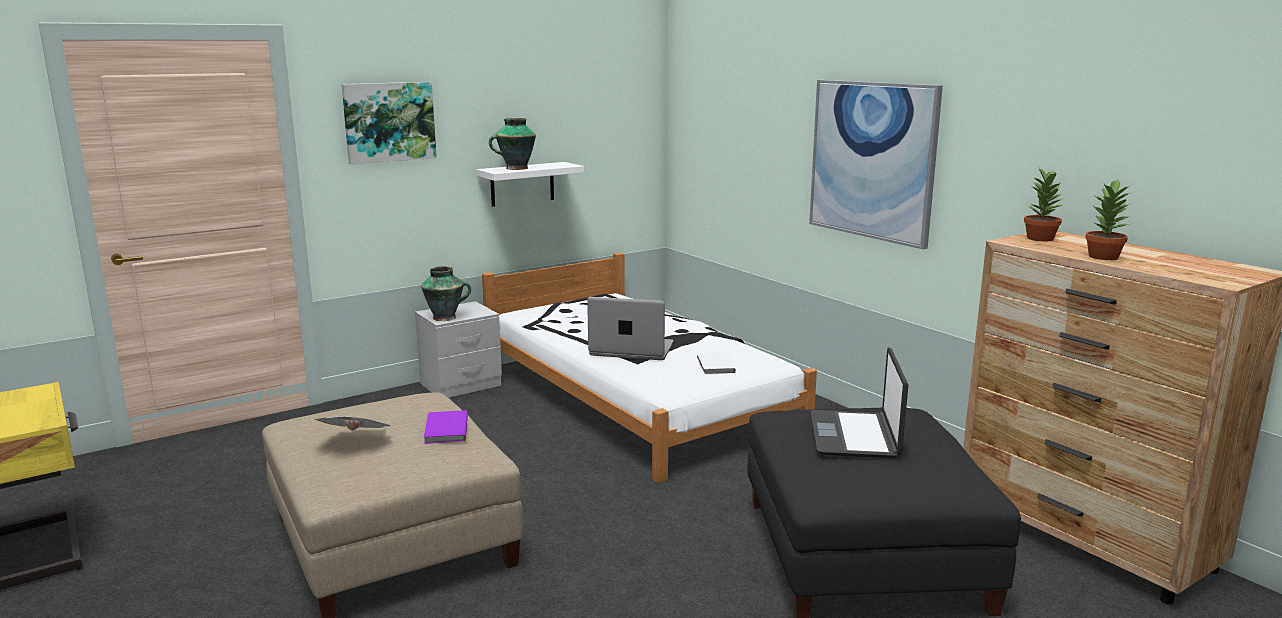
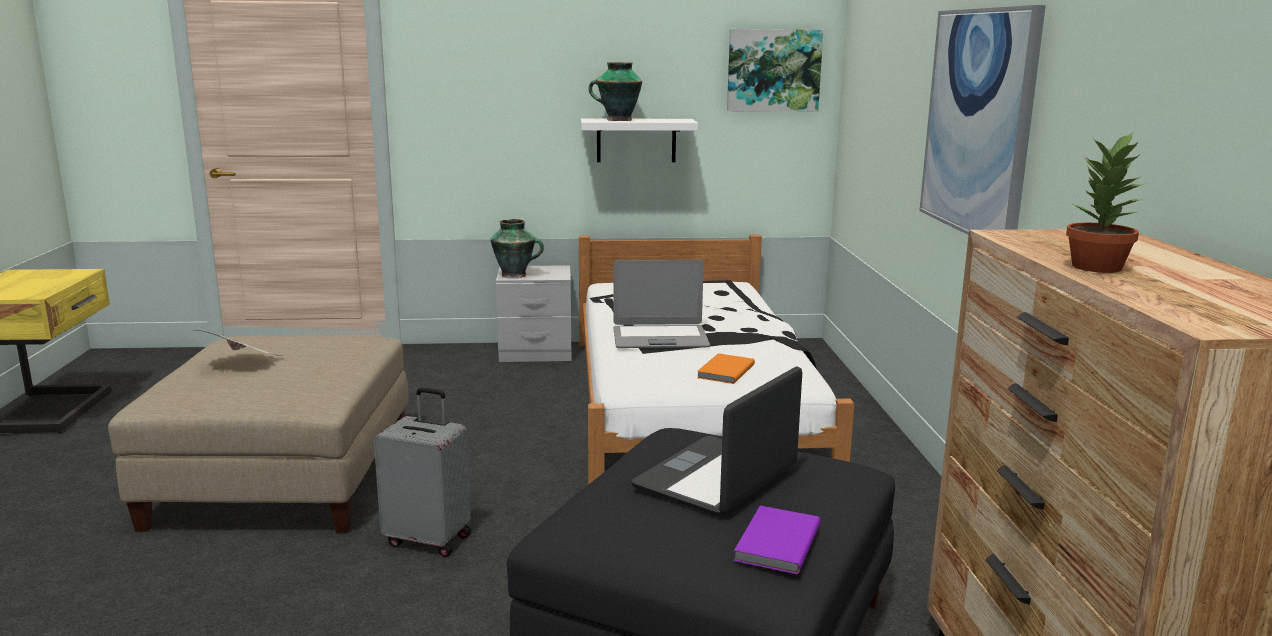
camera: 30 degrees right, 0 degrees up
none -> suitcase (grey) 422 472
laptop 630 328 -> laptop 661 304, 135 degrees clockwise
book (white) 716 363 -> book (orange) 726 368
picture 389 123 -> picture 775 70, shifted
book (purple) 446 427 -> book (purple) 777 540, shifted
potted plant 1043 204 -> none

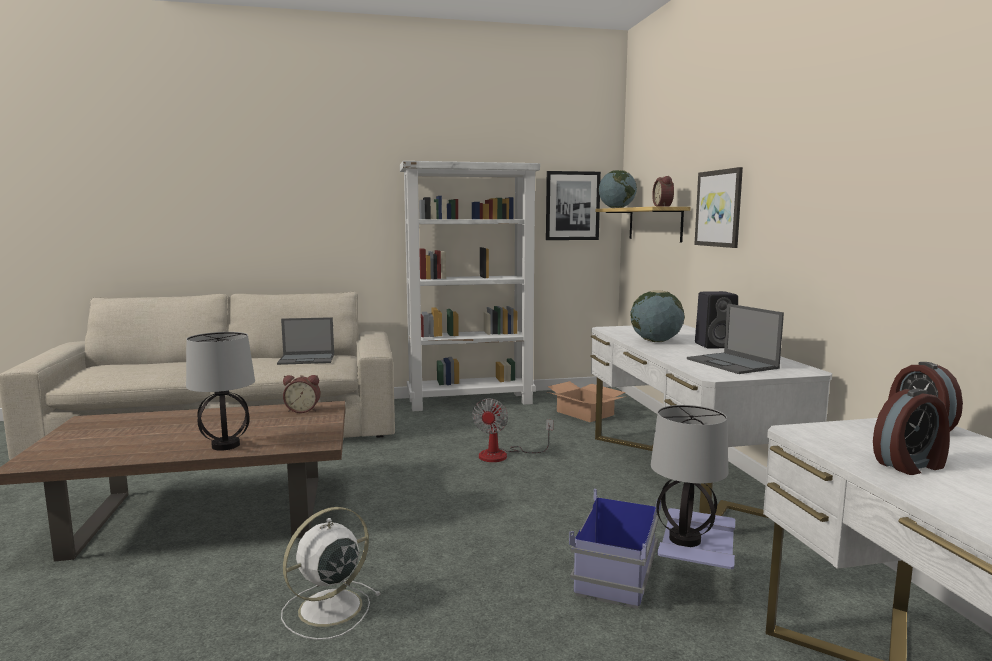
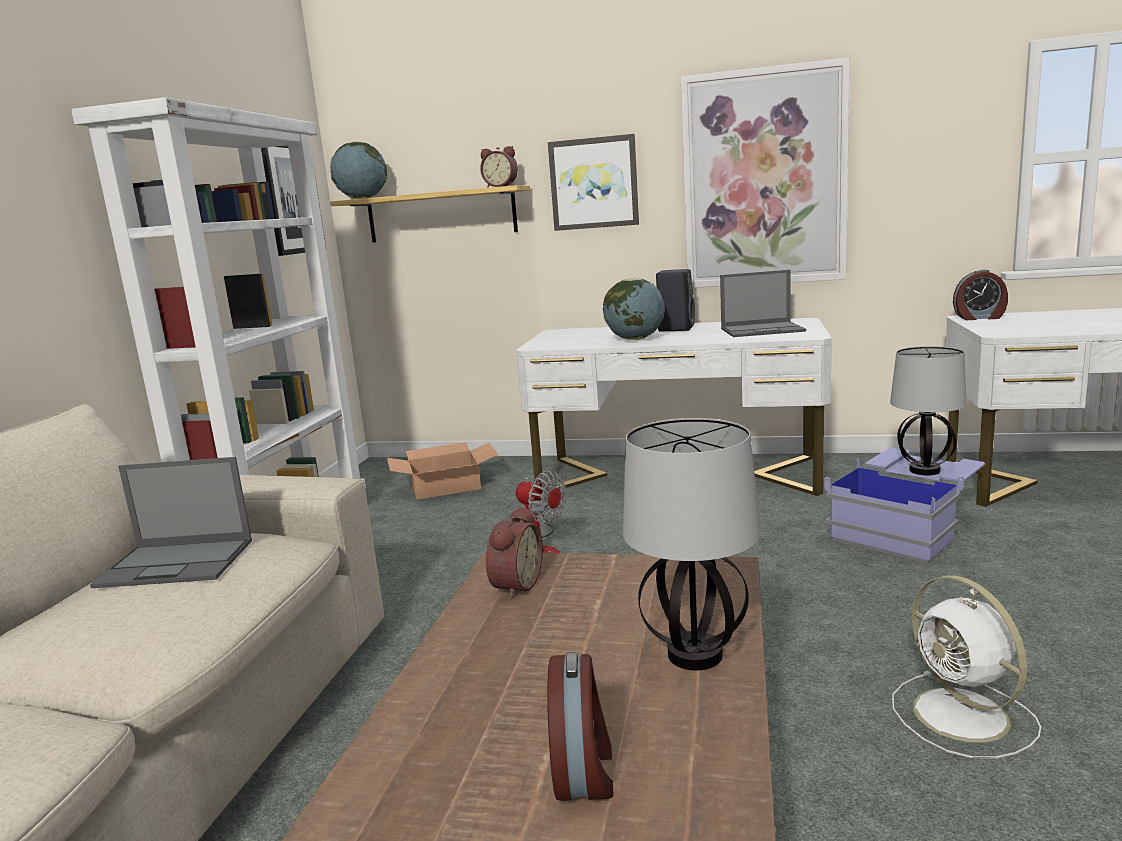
camera: 65 degrees left, 5 degrees up
laptop 305 341 -> laptop 171 522, 75 degrees clockwise
alarm clock 911 432 -> alarm clock 580 726, shifted
none -> picture 765 172

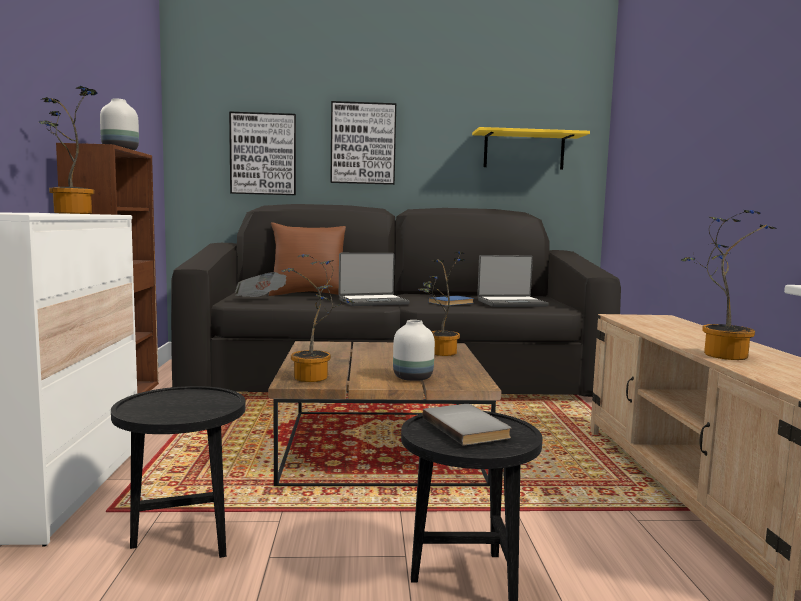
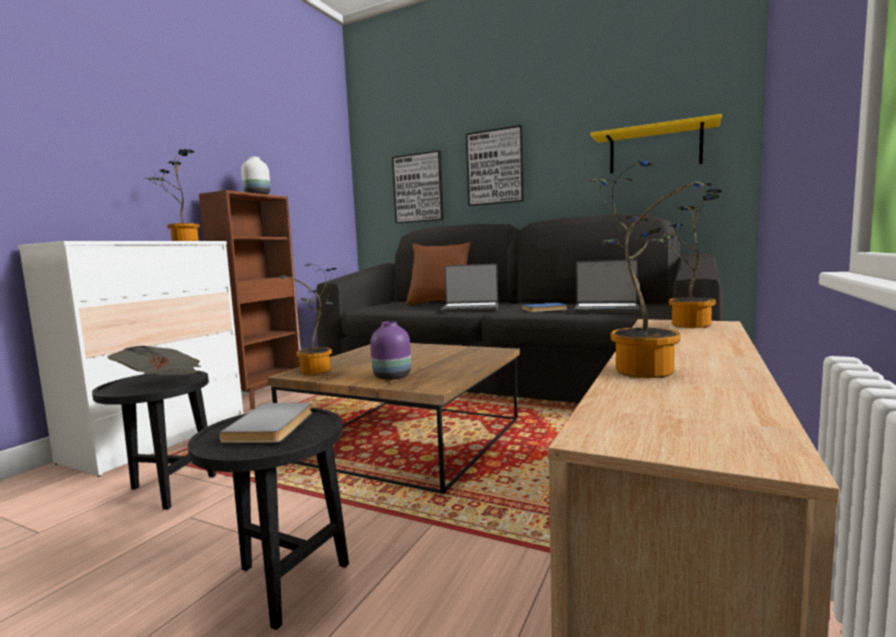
camera: 30 degrees right, 0 degrees up
newspaper 261 284 -> newspaper 155 360, shifted
vase (white) 414 350 -> vase (purple) 390 350
potted plant 441 304 -> potted plant 686 258, shifted

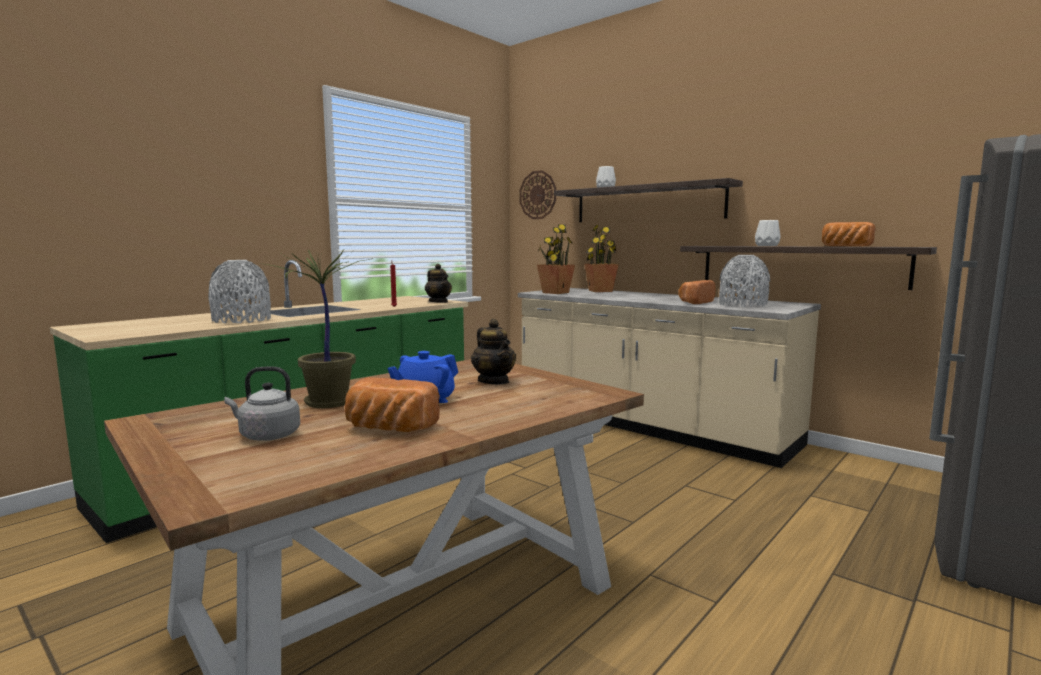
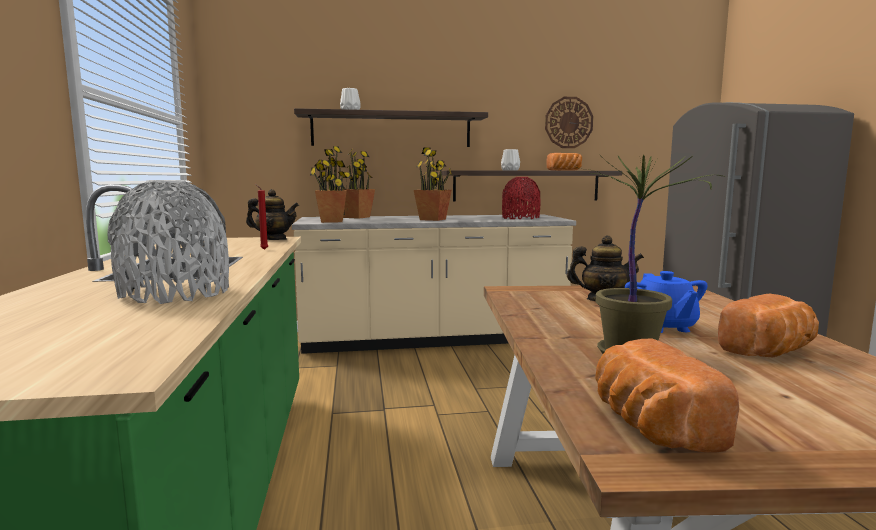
camera: 50 degrees left, 0 degrees up
none -> potted plant 433 184
vase (grey) 744 281 -> vase (red) 521 198
wall clock 538 194 -> wall clock 569 122, shifted
bread 697 292 -> bread 667 395, shifted
kettle (grey) 262 403 -> none

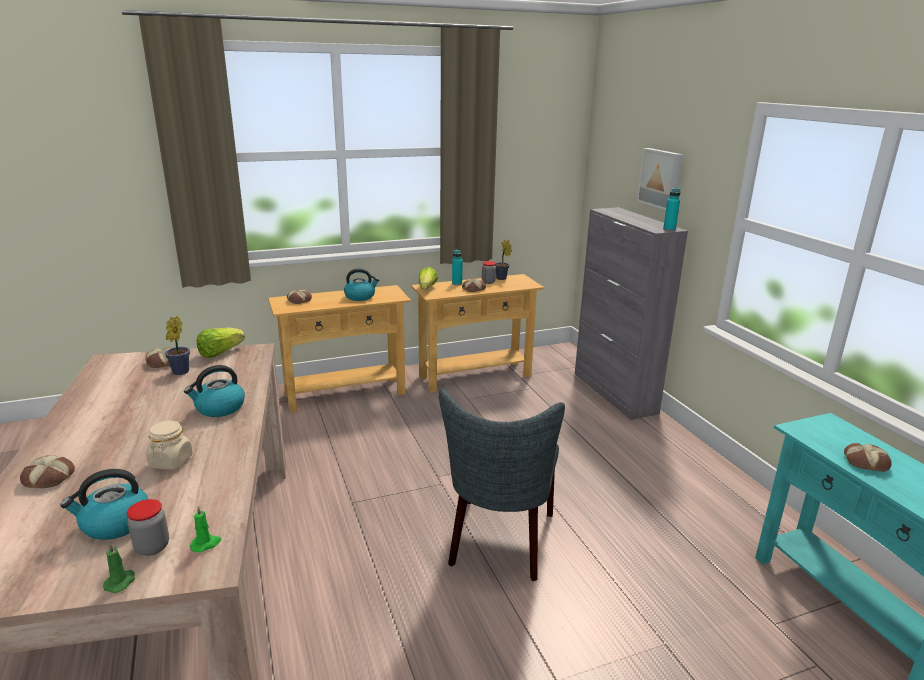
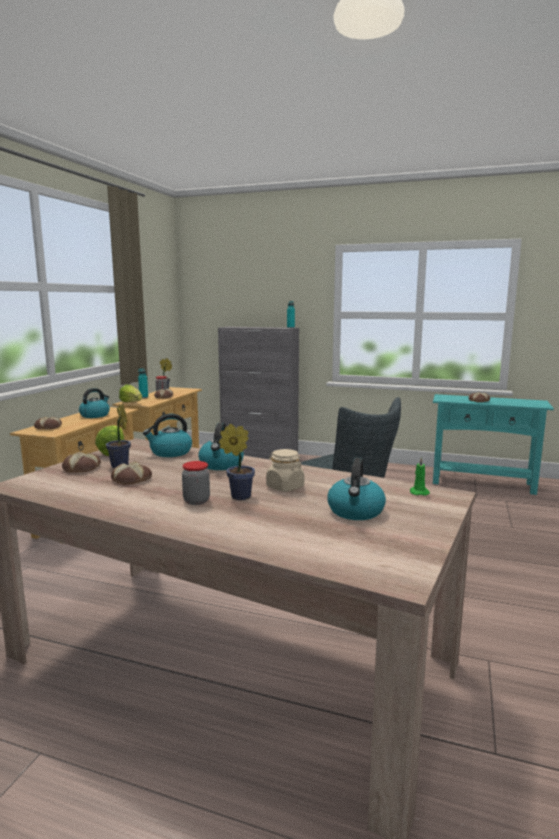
camera: 50 degrees left, 10 degrees down
bread 47 471 -> bread 131 473, shifted
none -> kettle 167 435
jar 148 527 -> jar 196 483, shifted
none -> potted plant 237 462
candle (green) 119 567 -> none
picture 660 179 -> none

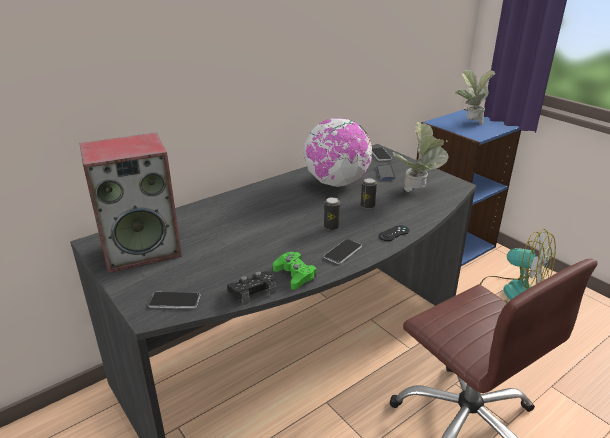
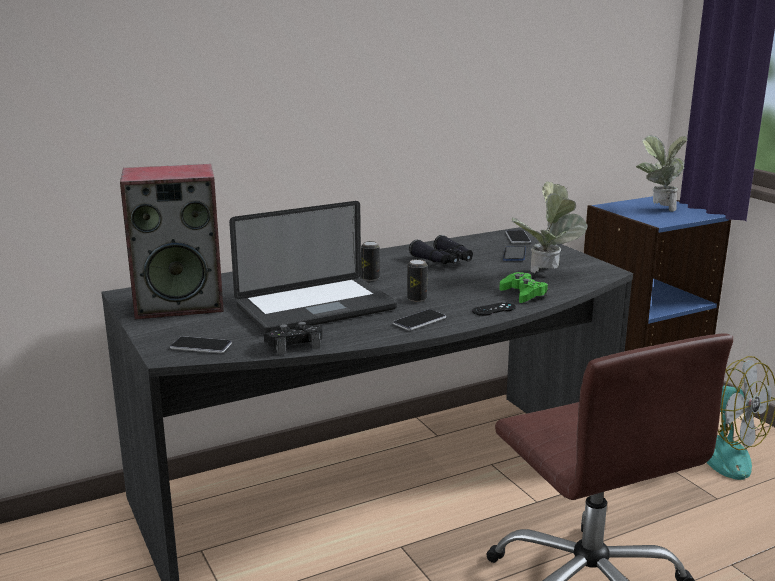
camera: 10 degrees right, 10 degrees down
none -> laptop 313 267
can 369 193 -> can 370 261, shifted
globe 338 152 -> binoculars (black) 441 249
game controller (green) 295 271 -> game controller (green) 523 287, shifted

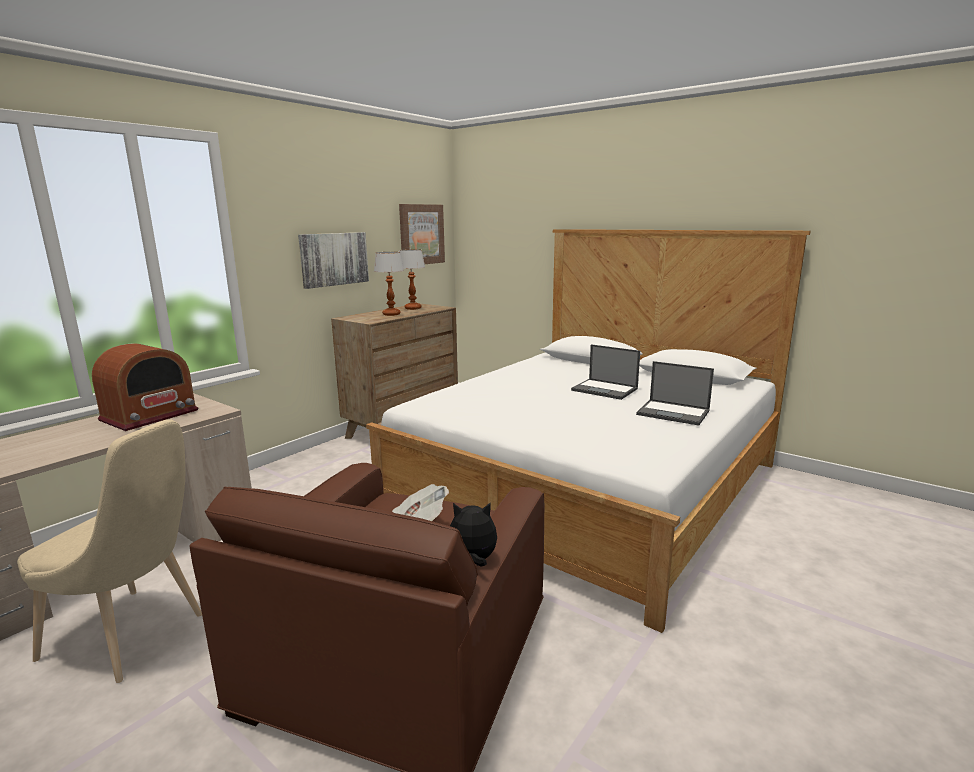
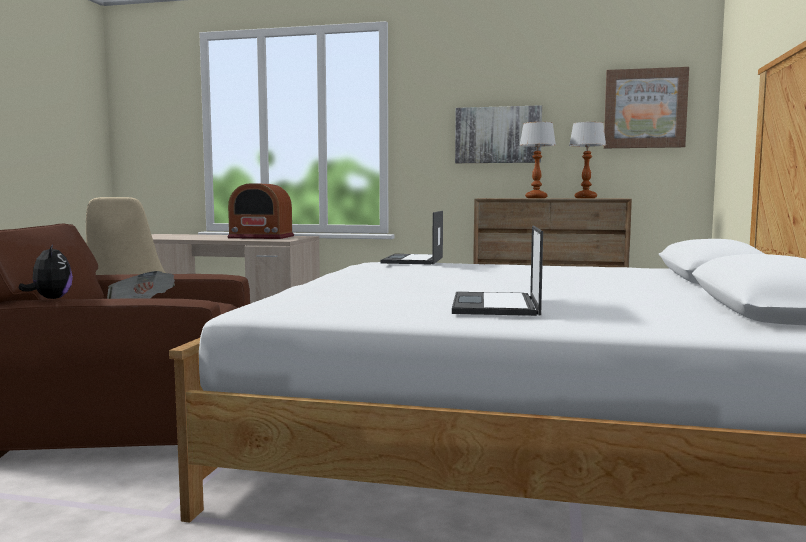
camera: 65 degrees right, 10 degrees down
laptop 605 372 -> laptop 412 238, shifted

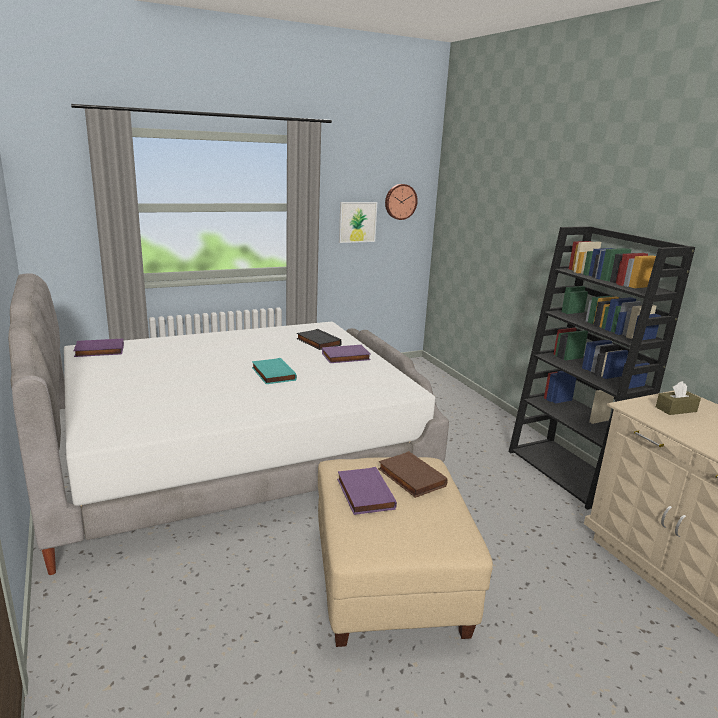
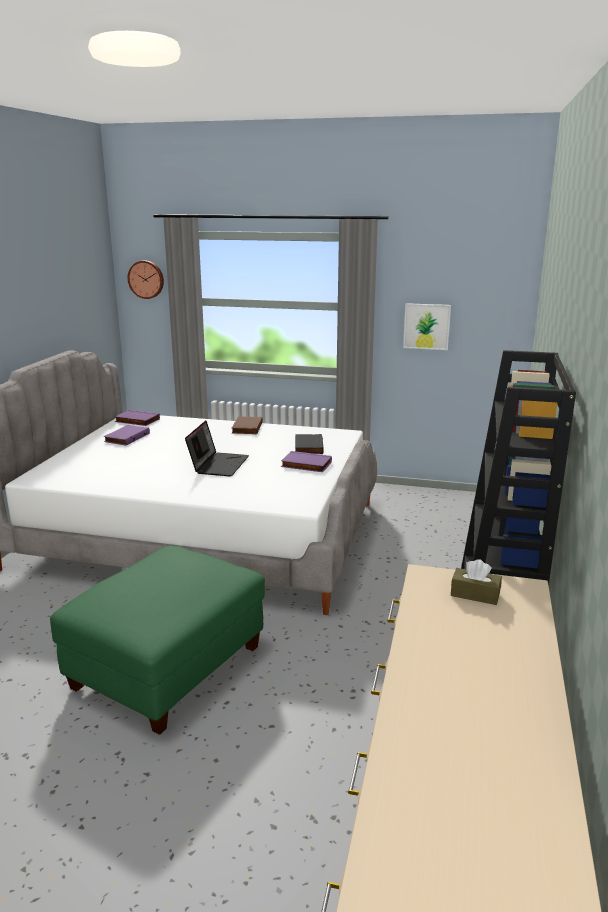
camera: 40 degrees right, 0 degrees up
ottoman (beige) 405 552 -> ottoman (green) 157 640
book (purple) 367 491 -> book (purple) 127 435, shifted
wall clock 401 202 -> wall clock 146 280, shifted
book (turquoise) 274 371 -> laptop 217 449
book (brown) 413 474 -> book (brown) 247 425, shifted

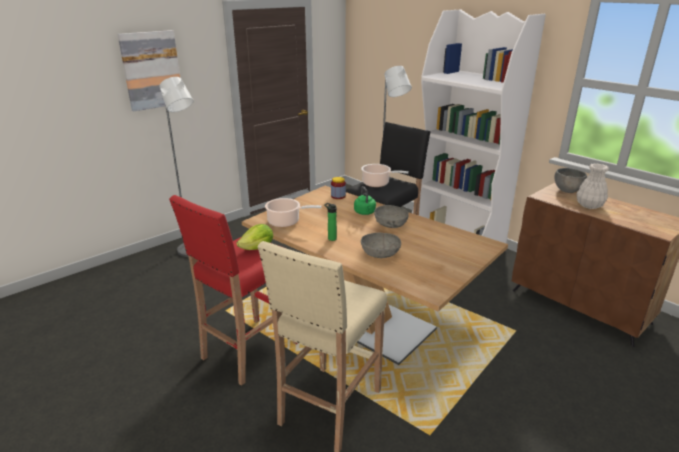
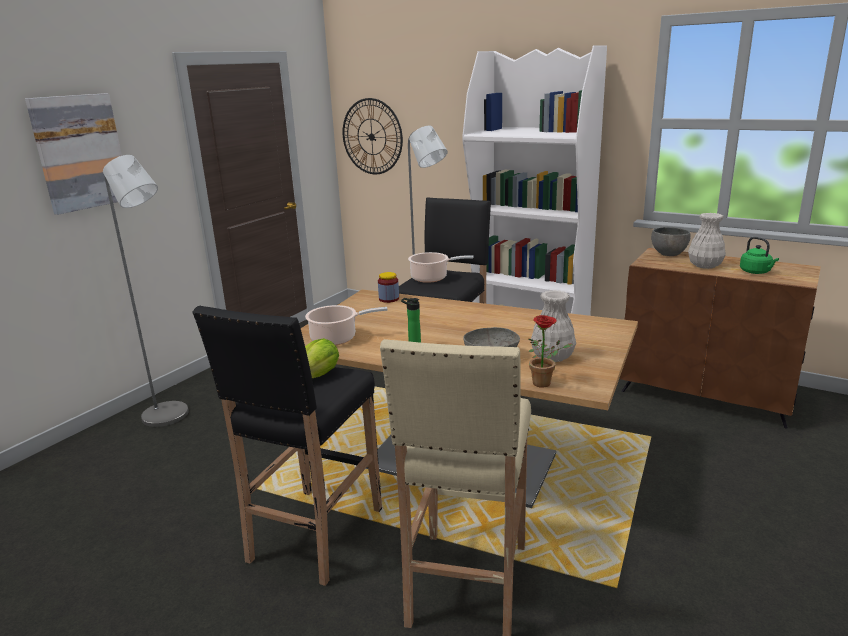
camera: 15 degrees left, 5 degrees down
stool (red) 233 290 -> stool (black) 287 446
none -> wall clock 372 136
none -> potted plant 550 351
none -> vase (white) 553 326
kettle (green) 365 200 -> kettle (green) 759 255, shifted
bowl (grey) 391 216 -> none

